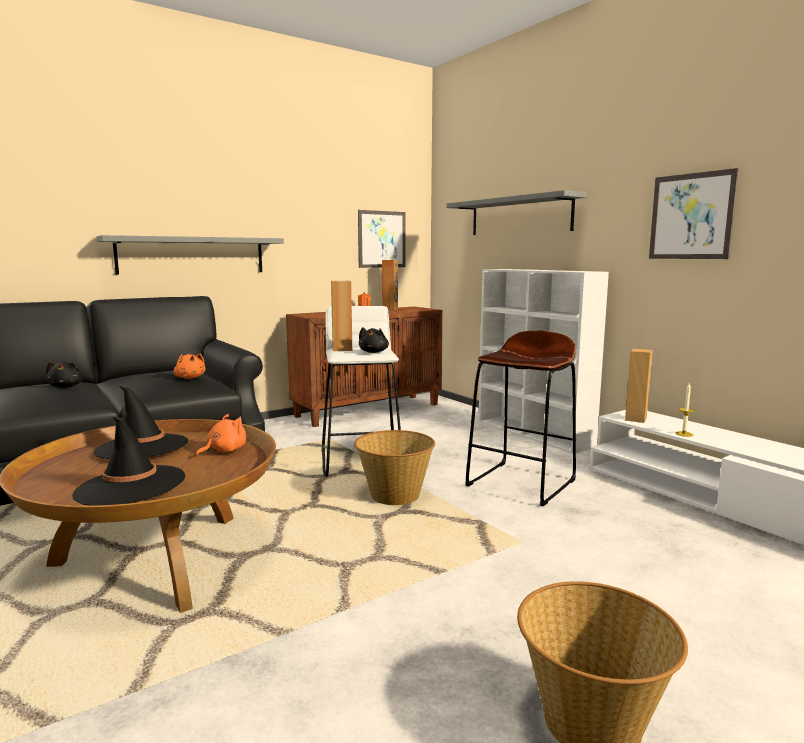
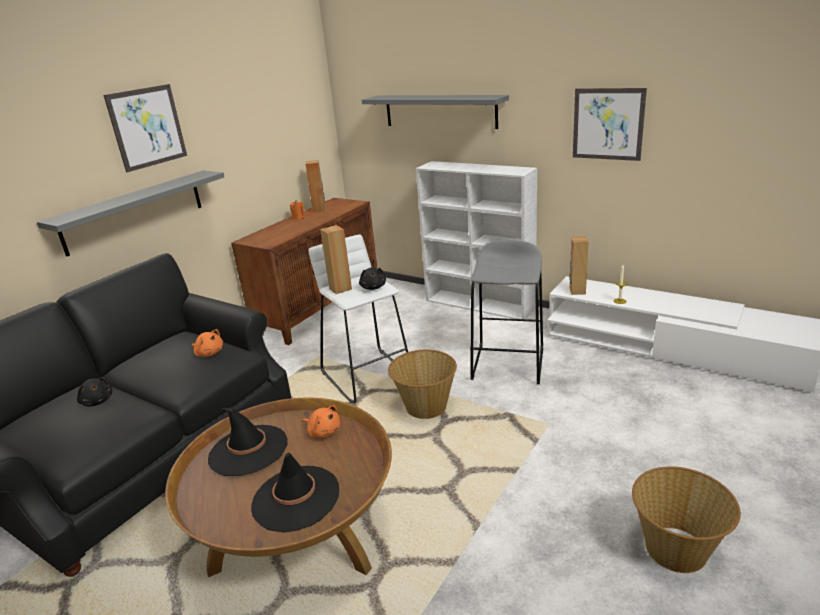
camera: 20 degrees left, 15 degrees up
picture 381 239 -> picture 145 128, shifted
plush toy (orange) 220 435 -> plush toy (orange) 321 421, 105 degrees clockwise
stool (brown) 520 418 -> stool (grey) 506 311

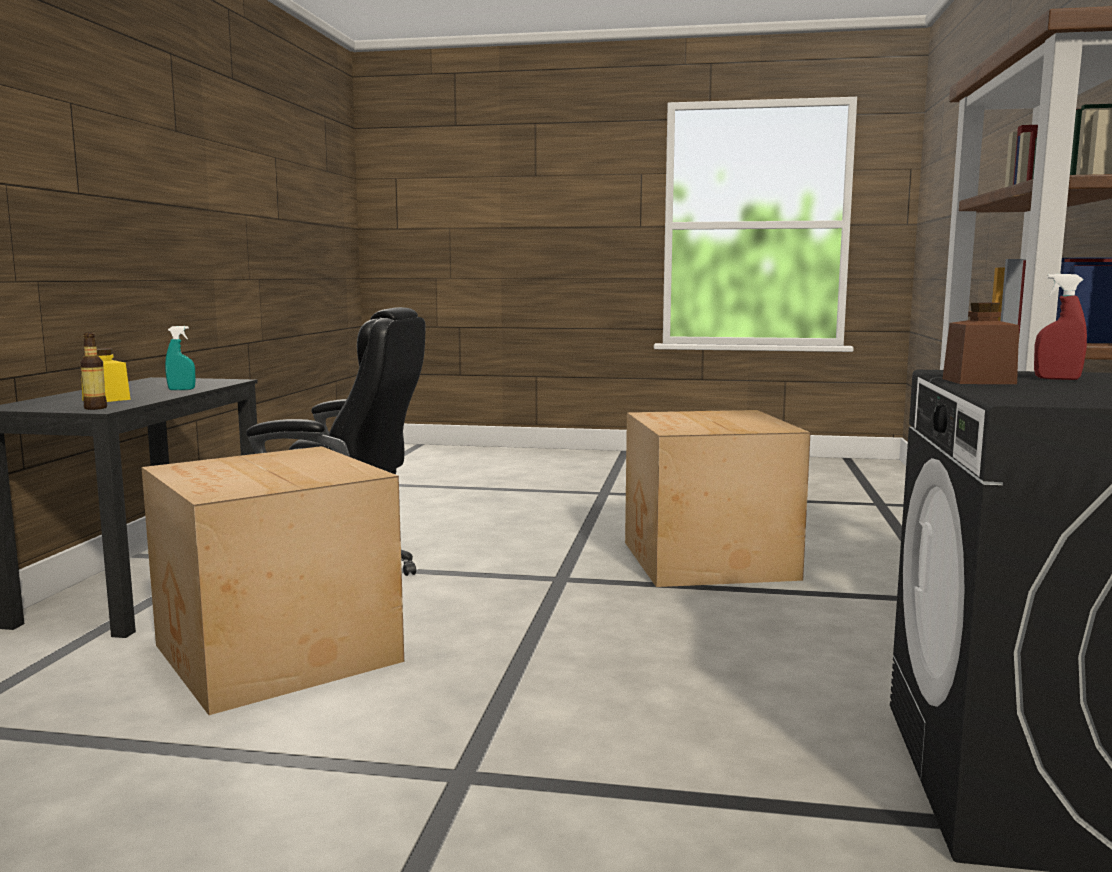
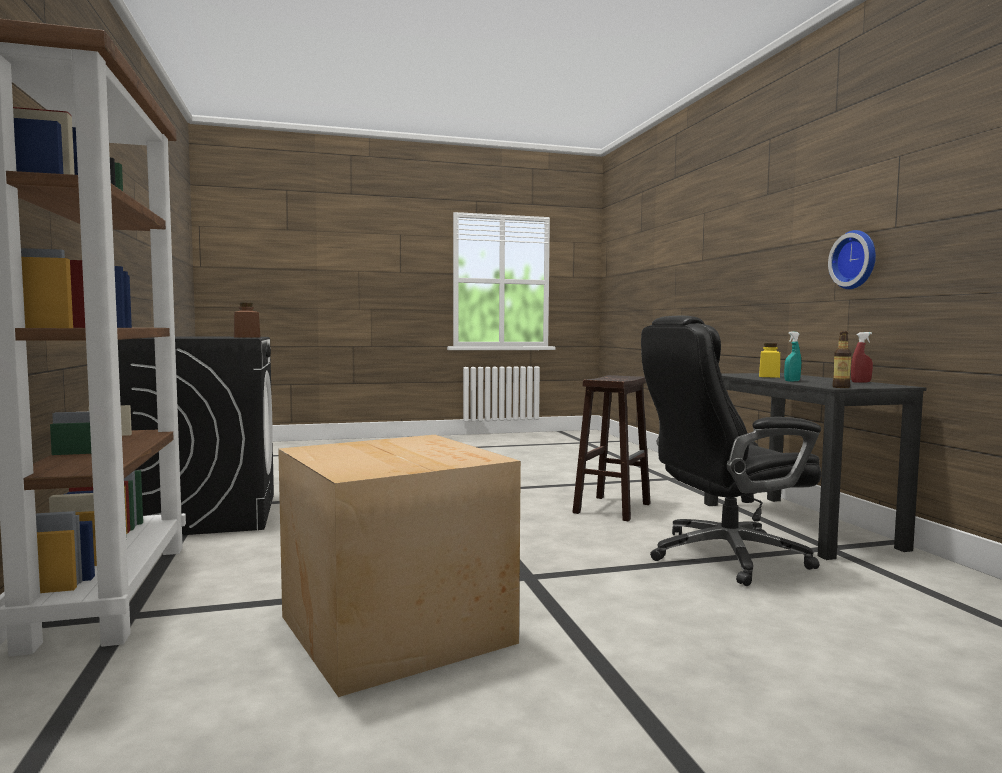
camera: 155 degrees right, 5 degrees down
cardboard box 272 580 -> stool (brown) 611 448
none -> wall clock 852 259
bottle 93 371 -> bottle 842 359, shifted
spray bottle (red) 1060 327 -> spray bottle (red) 862 357, shifted

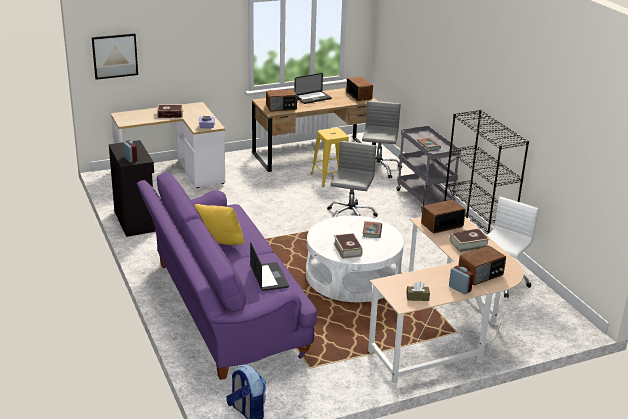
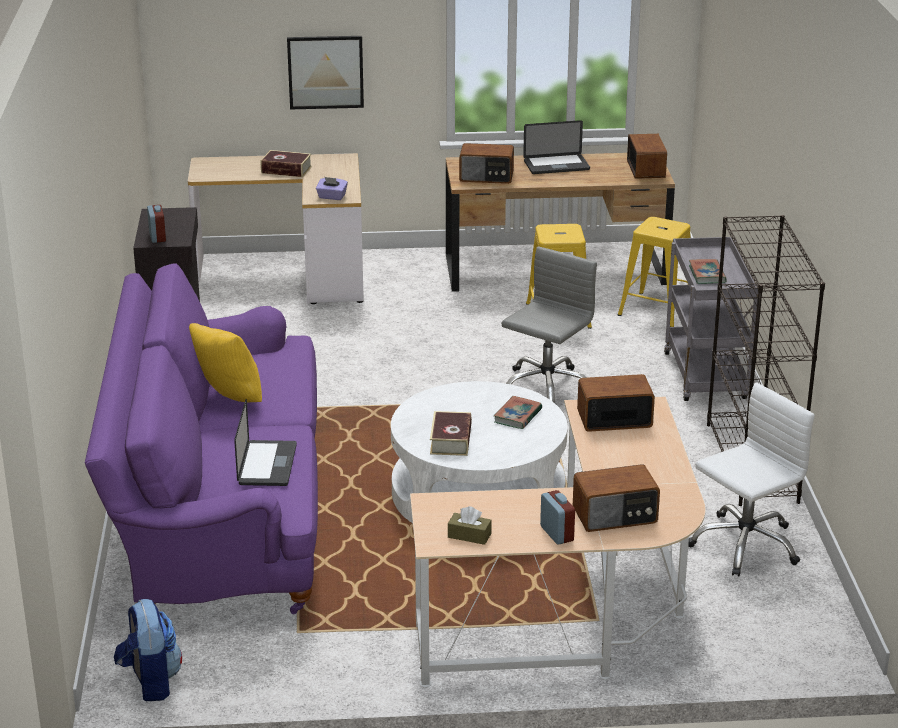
camera: 20 degrees right, 0 degrees up
picture 115 56 -> picture 325 73, shifted
office chair (grey) 382 140 -> stool (yellow) 654 272
book 469 240 -> none

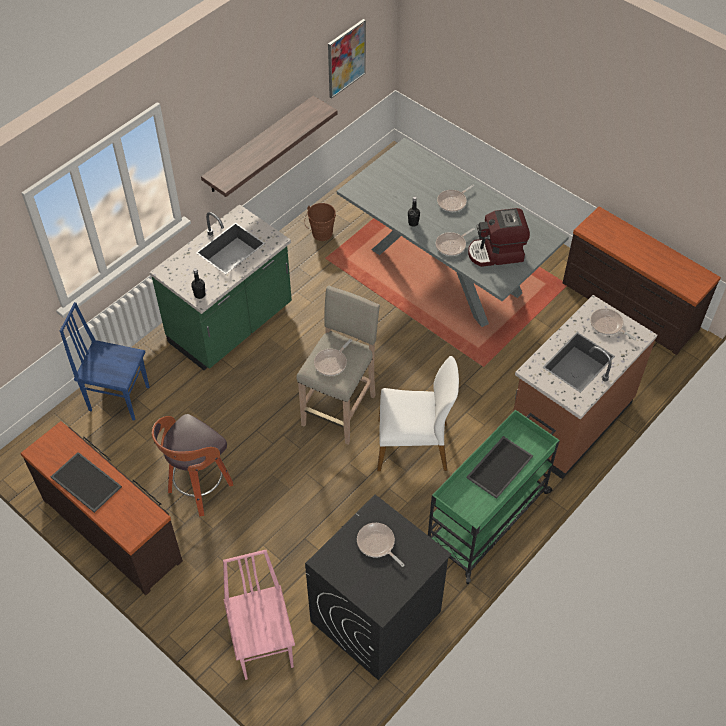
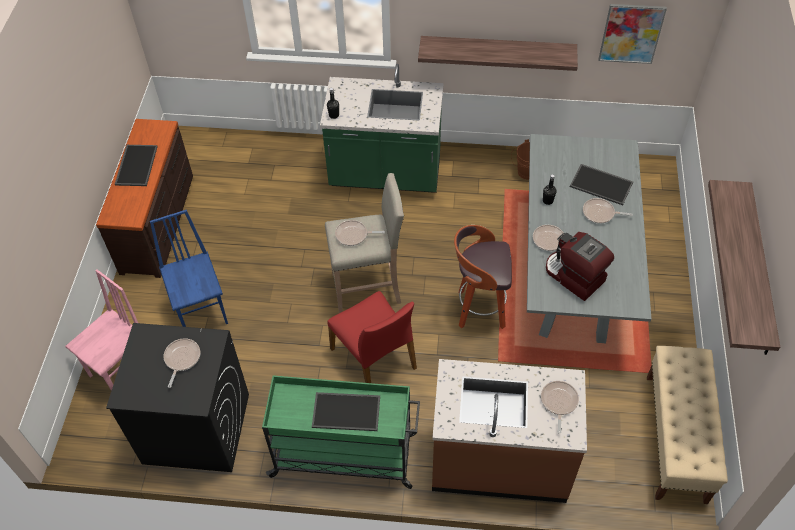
camera: 55 degrees right, 0 degrees up
chair (blue) 104 361 -> chair (blue) 189 268, shifted
chair (white) 418 413 -> chair (red) 372 337
stool 192 465 -> stool 483 277, shifted
none -> tray 601 184
dresser (brown) 642 280 -> bench (beige) 687 425
none -> shelf 744 267

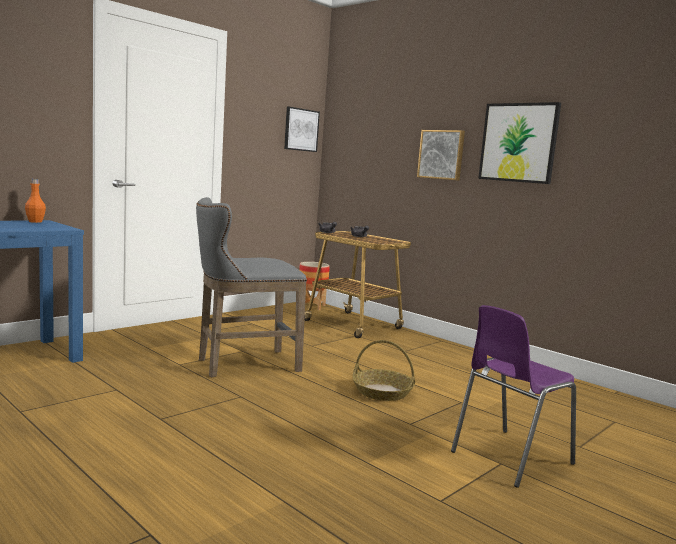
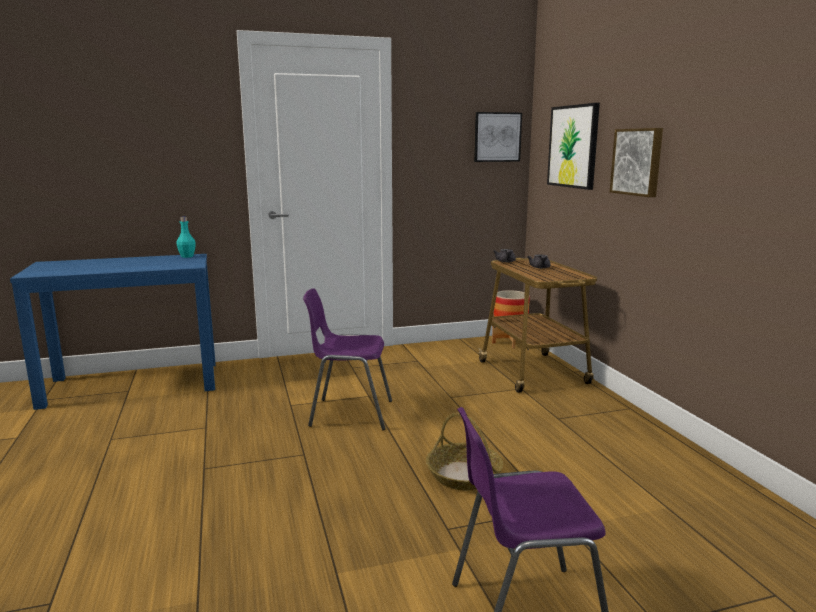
camera: 30 degrees right, 5 degrees up
bottle (orange) 35 201 -> bottle (turquoise) 186 237
stool (grey) 251 287 -> chair (purple) 347 359
picture 519 143 -> picture 573 146, shifted

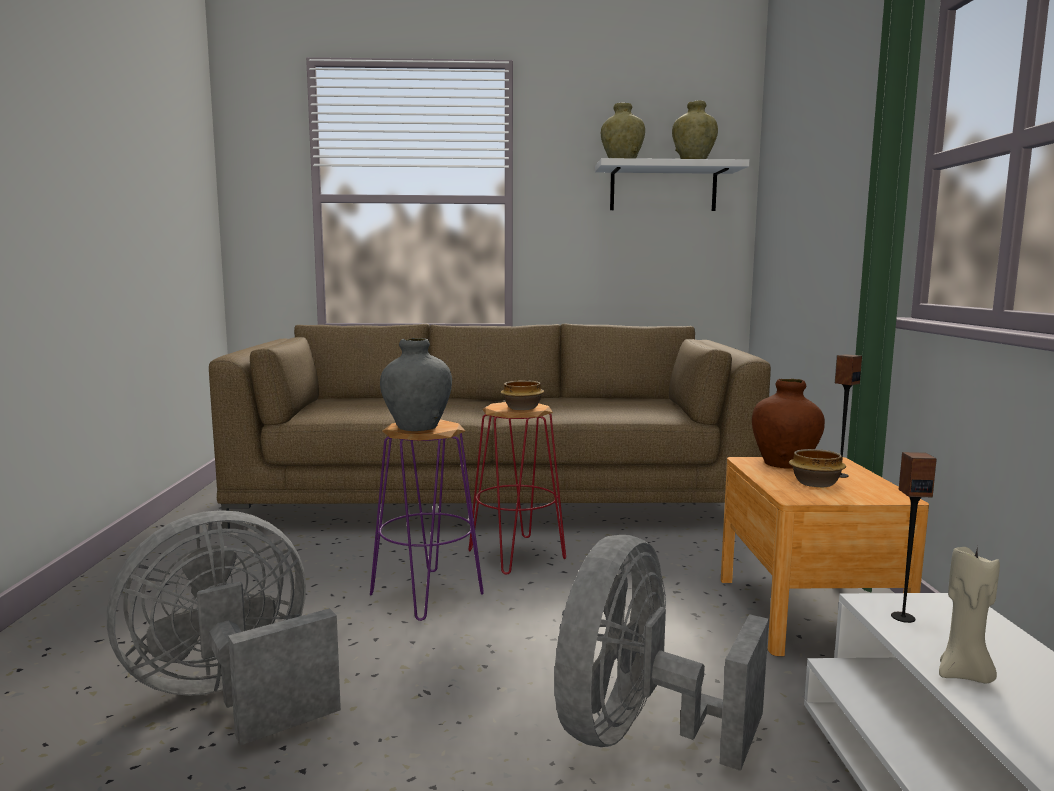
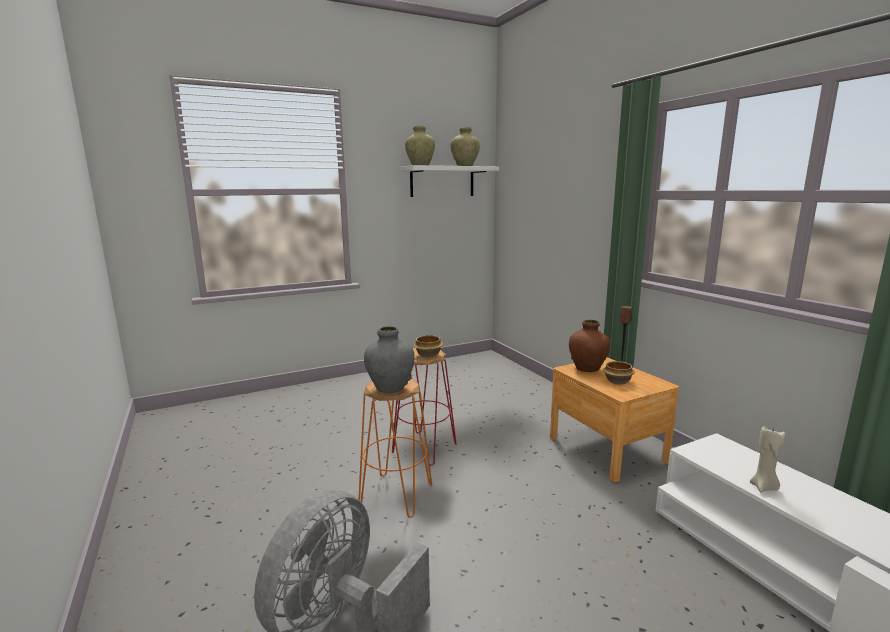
camera: 25 degrees left, 5 degrees up
stool (purple) 427 520 -> stool (orange) 395 448
sofa (brown) 490 426 -> none
fan (grey) 661 653 -> none
speaker 914 537 -> none

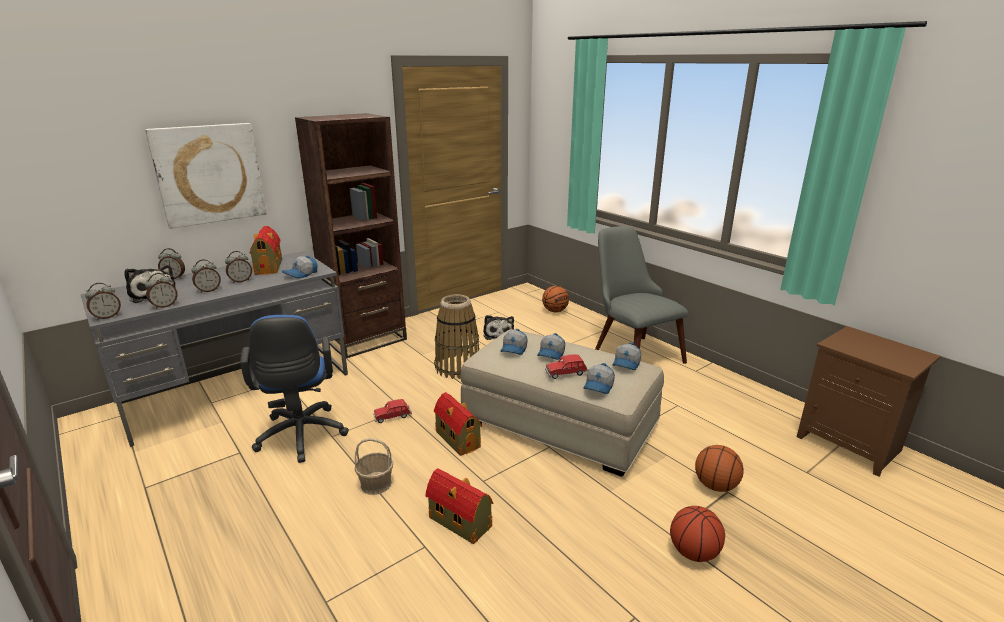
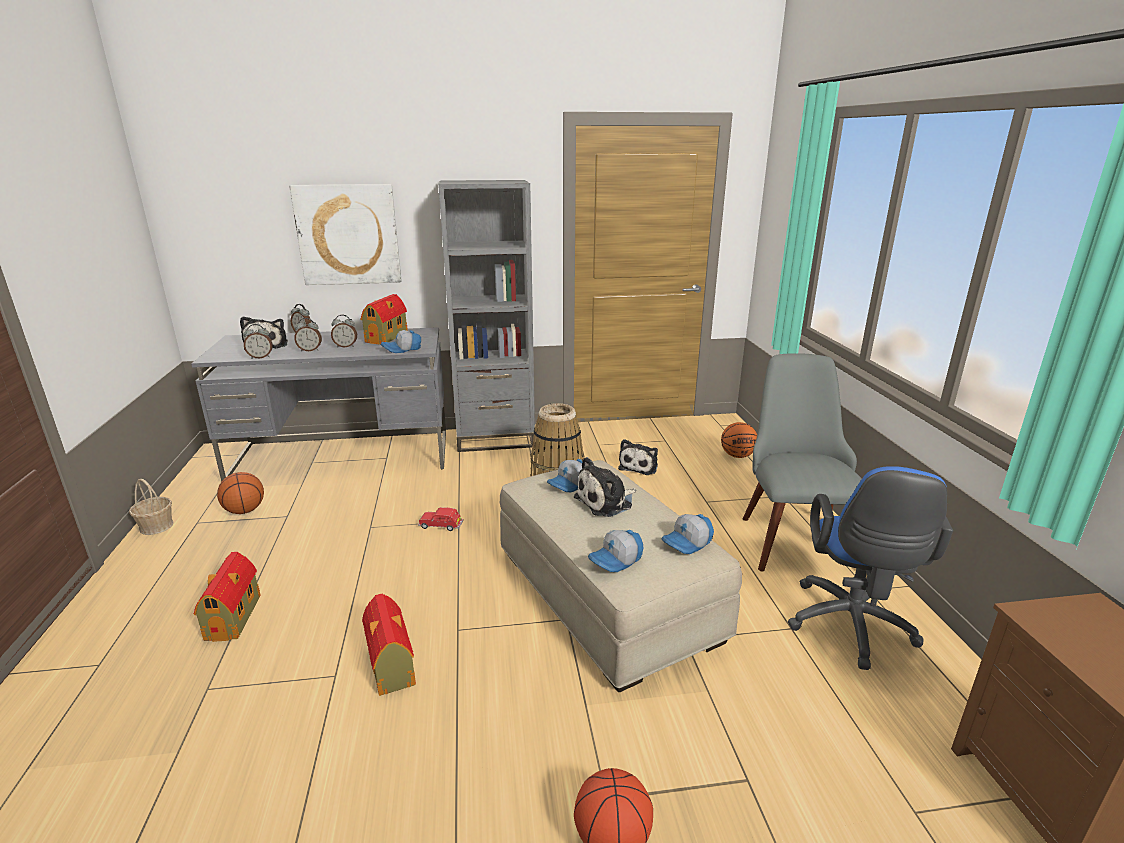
camera: 30 degrees right, 0 degrees up
basket 373 466 -> basket 151 507, shifted
toy house 458 424 -> toy house 227 597, shifted
basketball 719 468 -> basketball 240 493, shifted
bookcase (brown) 351 235 -> bookcase (grey) 486 316
cap 551 346 -> plush toy 605 487
office chair (blue) 294 389 -> office chair (blue) 870 568, shifted
alarm clock 103 301 -> none
toy car (red) 567 366 -> none

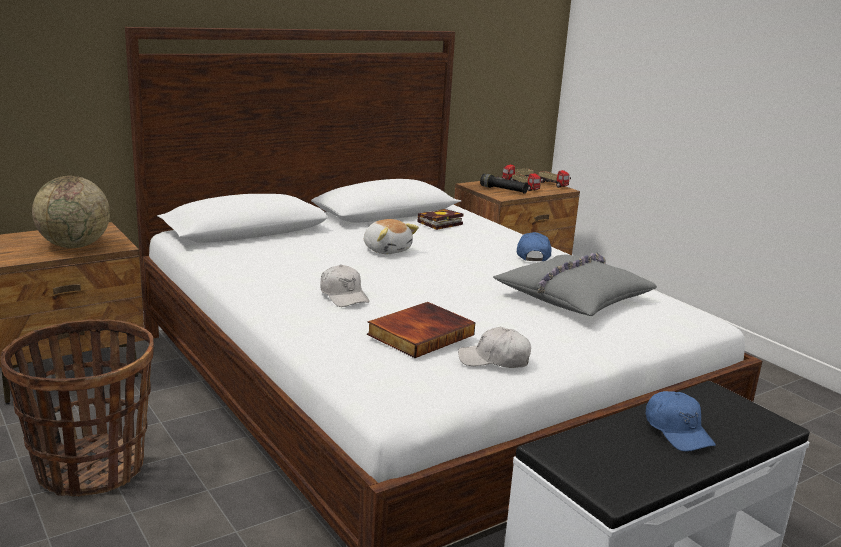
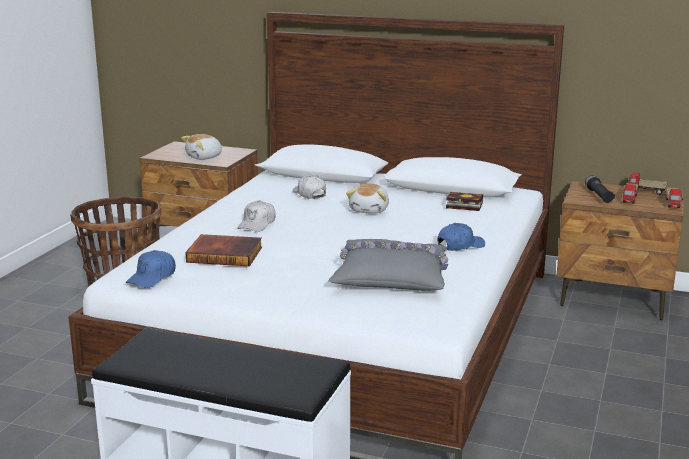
camera: 55 degrees right, 0 degrees up
cap (blue) 681 421 -> cap (blue) 151 269, shifted
globe 71 212 -> plush toy 202 147
cap (white) 494 347 -> cap (white) 309 187, shifted

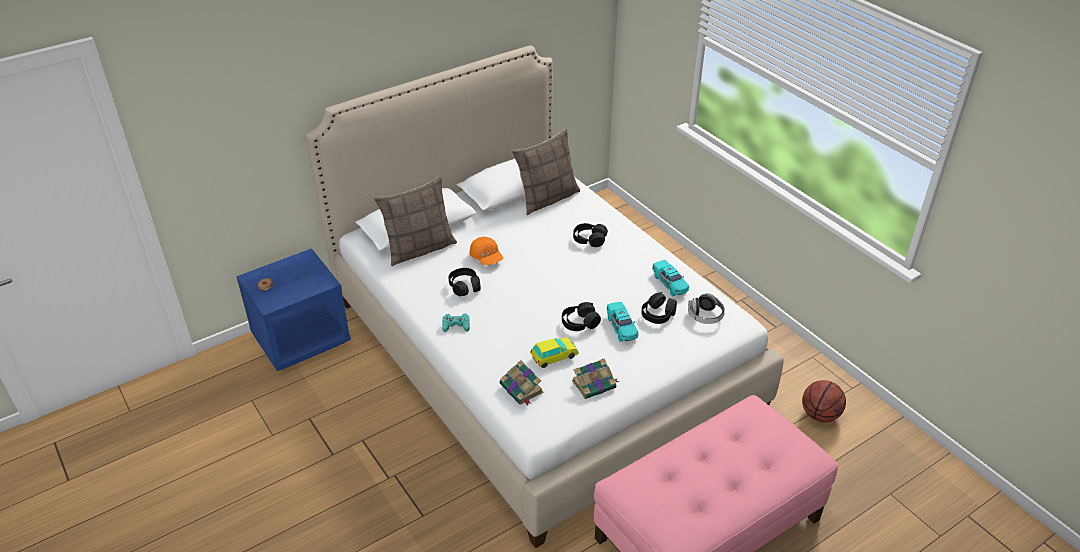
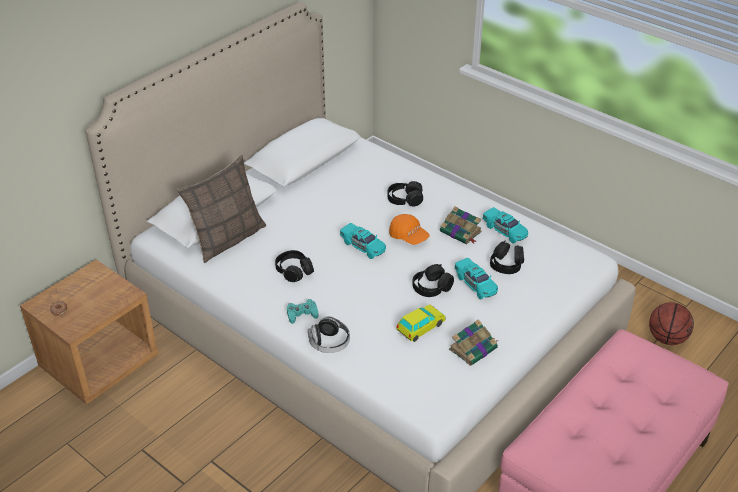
camera: 15 degrees left, 0 degrees up
nightstand (blue) 293 309 -> nightstand (brown) 89 332
headphones 706 308 -> headphones 329 334, shifted
none -> toy car (turquoise) 363 241
cap (orange) 486 251 -> cap (orange) 409 229, shifted
book 521 383 -> book 461 225, shifted
pillow 546 172 -> none

